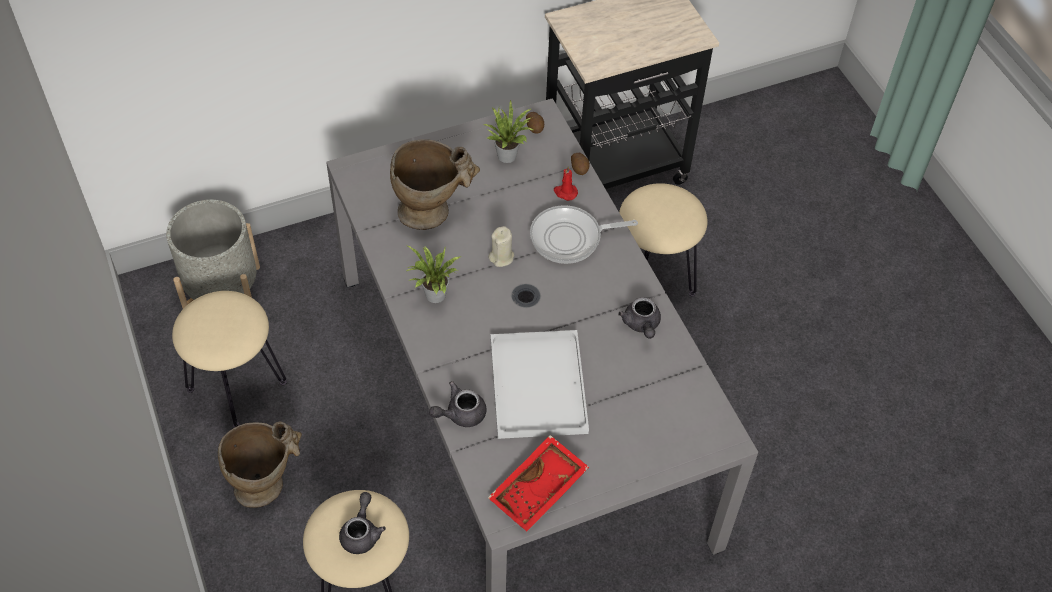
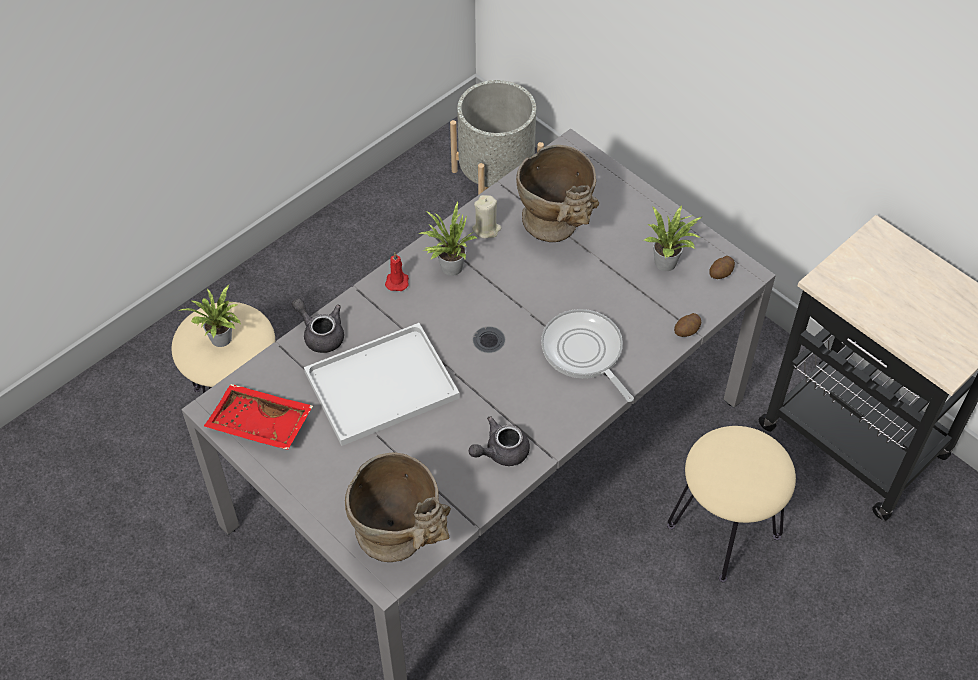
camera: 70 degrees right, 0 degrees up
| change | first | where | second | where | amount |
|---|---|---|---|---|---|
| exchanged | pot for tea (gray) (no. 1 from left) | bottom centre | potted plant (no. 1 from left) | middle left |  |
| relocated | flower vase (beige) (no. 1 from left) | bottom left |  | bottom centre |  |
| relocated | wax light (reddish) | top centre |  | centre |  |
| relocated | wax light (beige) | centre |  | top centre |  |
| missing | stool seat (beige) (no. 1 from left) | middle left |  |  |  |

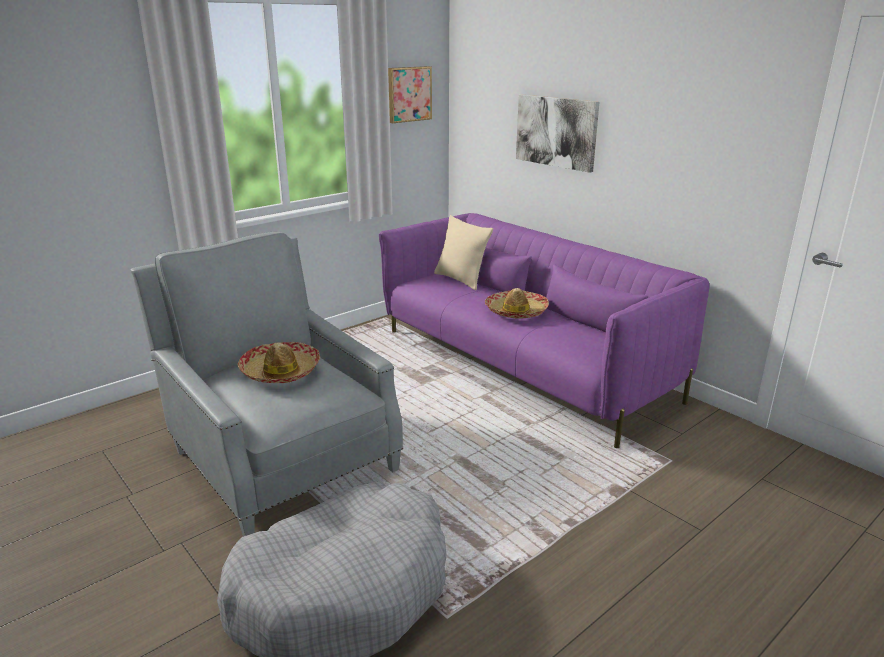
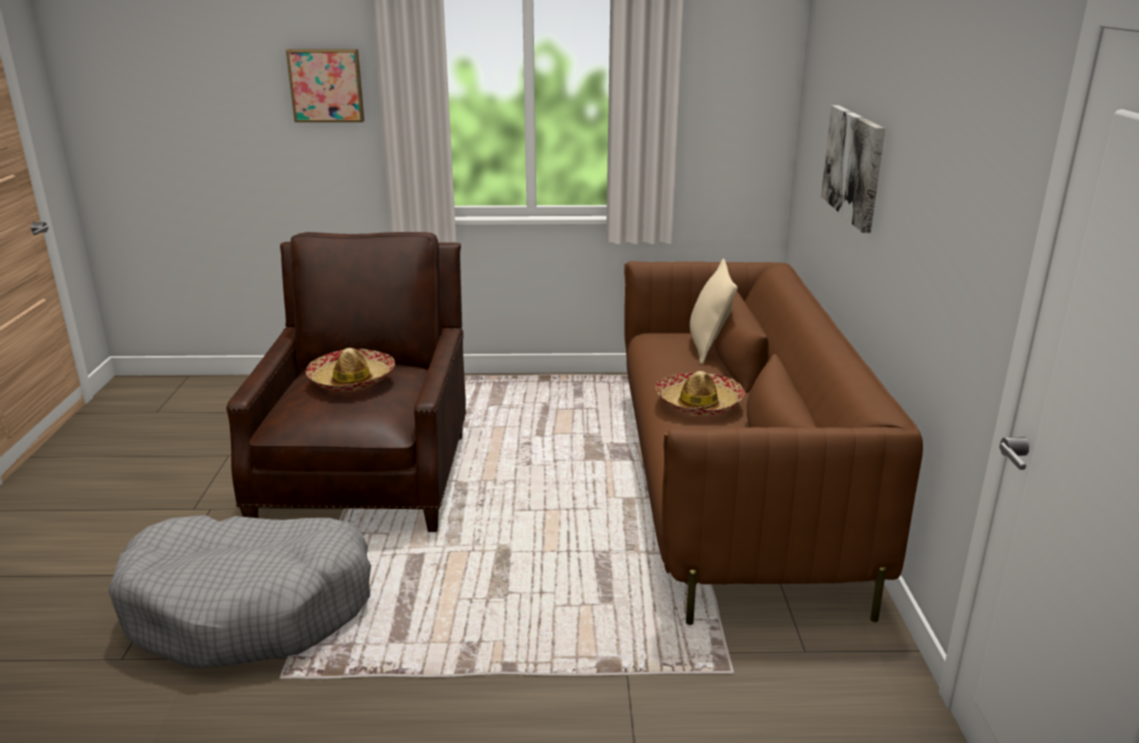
camera: 40 degrees right, 0 degrees up
| change | first | where | second | where | amount |
|---|---|---|---|---|---|
| colour | easy chair (gray) | middle left | easy chair (brownish) | middle left |  |
| relocated | wall picture (no. 1 from left) | top centre |  | top left |  |
| colour | settee (purplish) | centre | settee (brownish) | middle right |  |

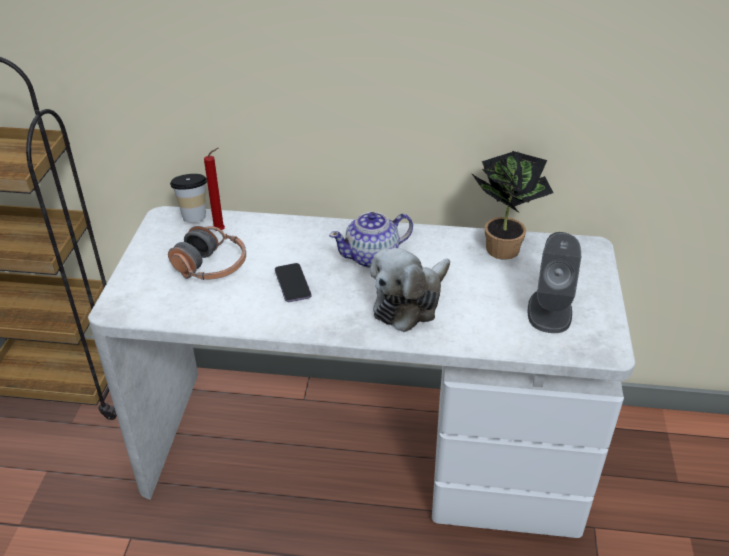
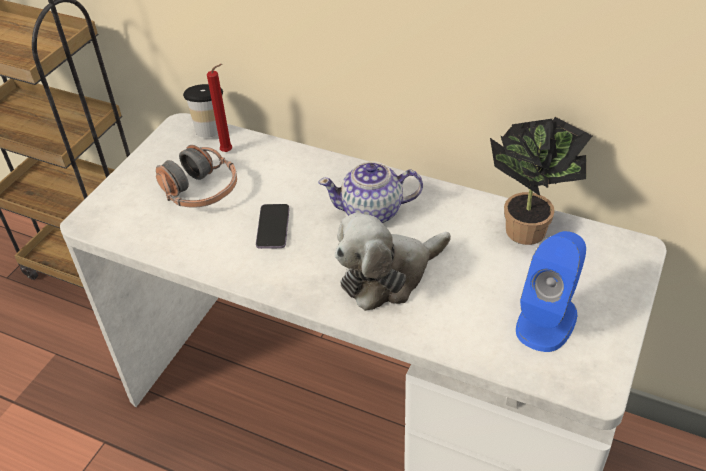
camera: 20 degrees right, 5 degrees up
| change | first | where | second | where | amount |
|---|---|---|---|---|---|
| colour | speaker (gray) | middle right | speaker (blue) | middle right |  |

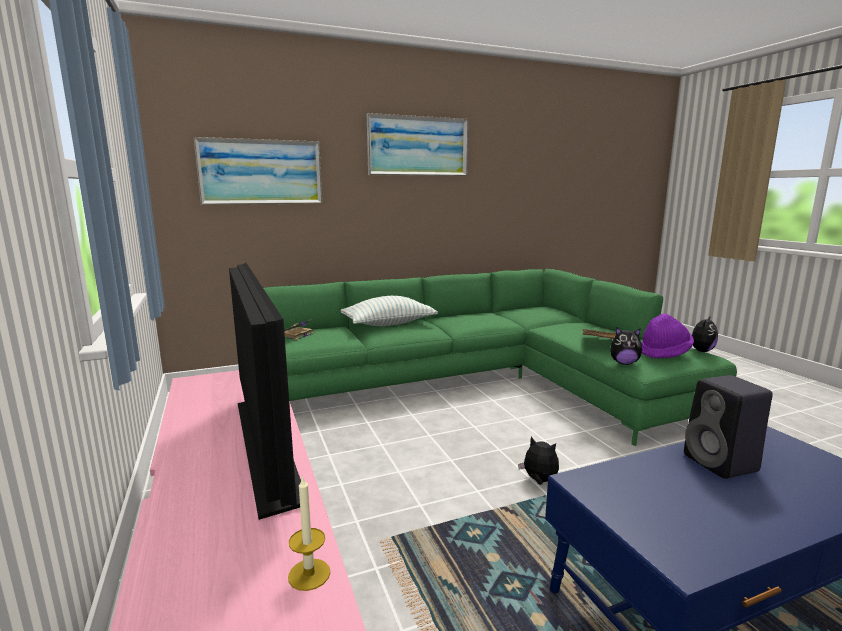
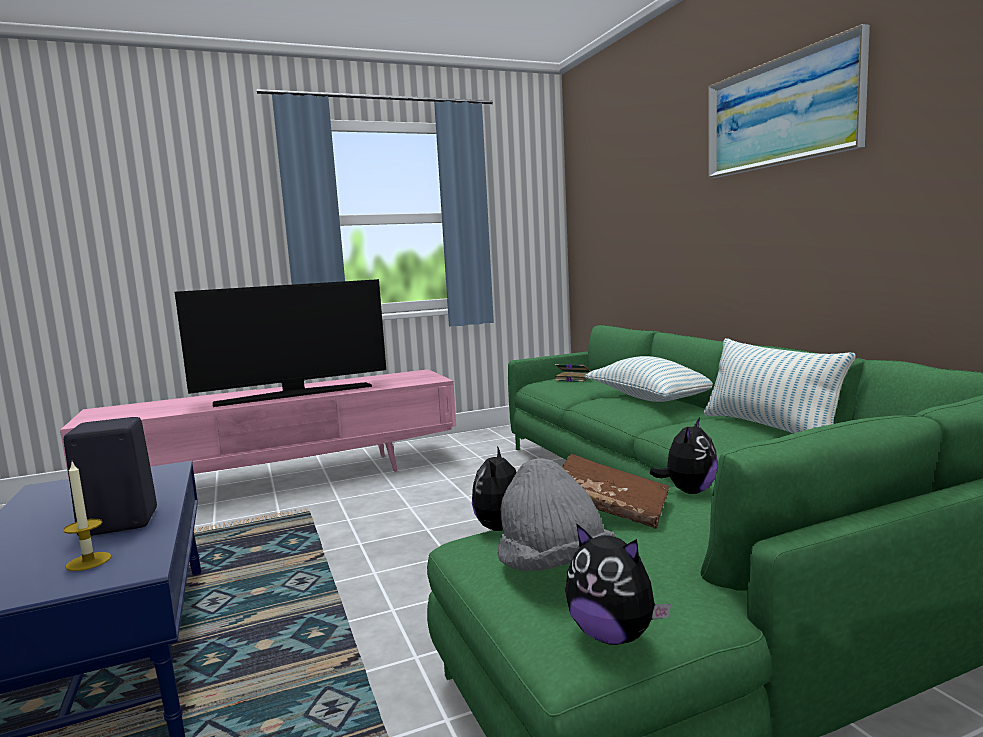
camera: 90 degrees right, 5 degrees down
| change | first | where | second | where | amount |
|---|---|---|---|---|---|
| relocated | wax light | bottom centre |  | bottom left |  |
| colour | hat (purplish) | middle right | hat (gray) | bottom centre |  |
| relocated | plush toy (no. 1 from left in the first image) | bottom centre | plush toy (no. 3 from left) | middle right |  |
| appeared |  |  | cushion (no. 2 from left) | middle right |  |
| missing | wall picture (no. 1 from left) | top left |  |  |  |

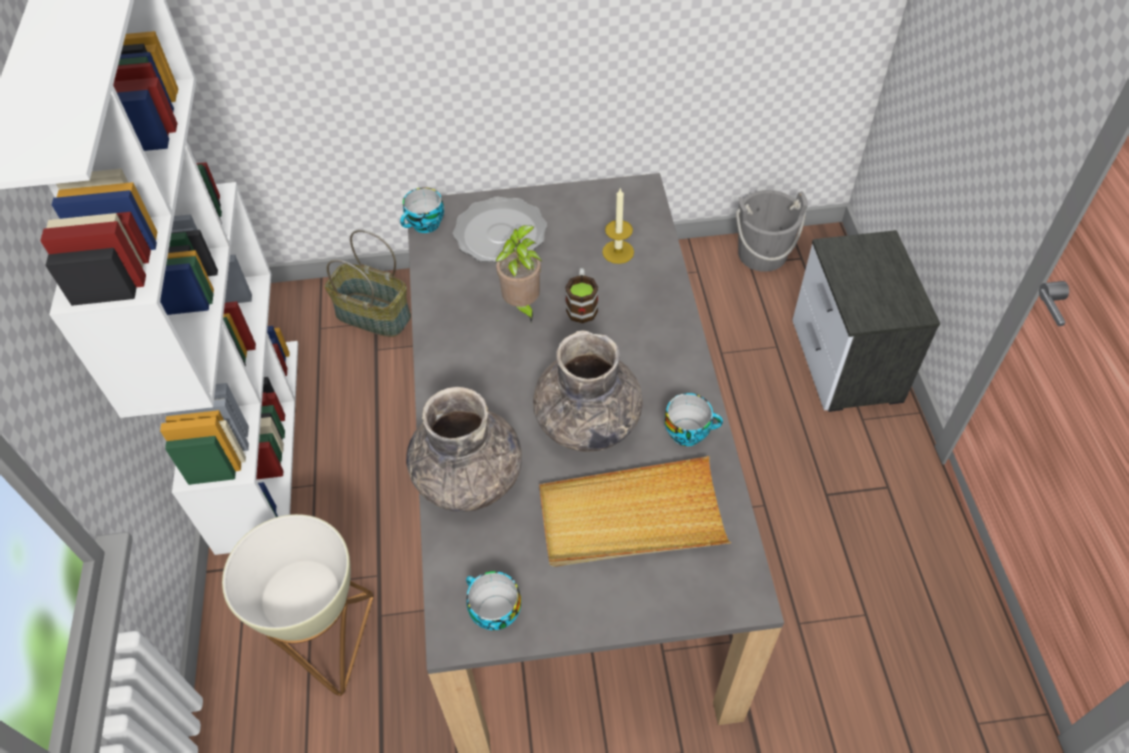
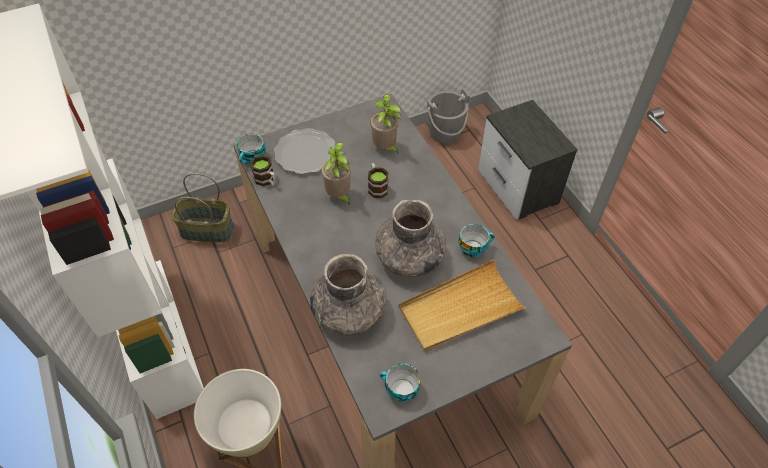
camera: 20 degrees left, 0 degrees up
| change | first | where | second | where | amount |
|---|---|---|---|---|---|
| appeared |  |  | coffee mug (no. 1 from left) | centre |  |
| exchanged | wax light | top centre | potted plant (no. 2 from left) | top centre |  |

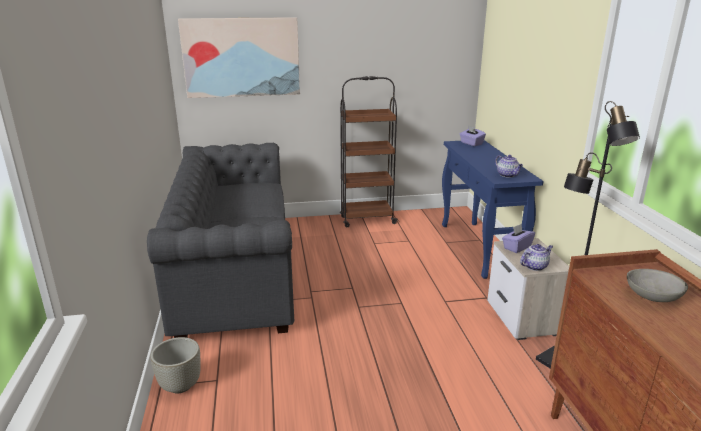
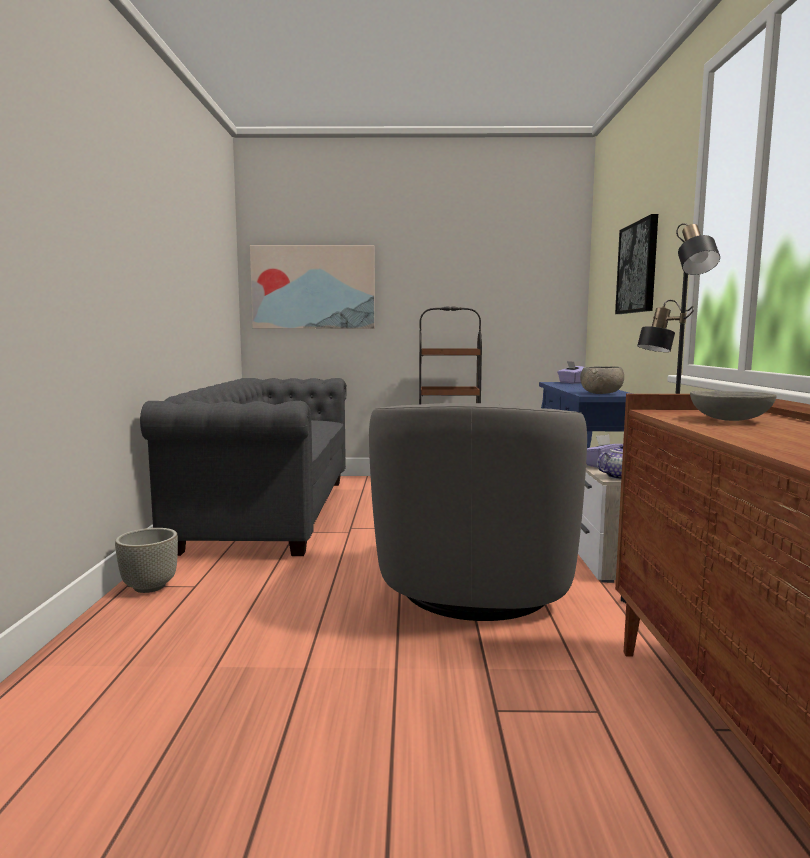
camera: 10 degrees right, 15 degrees down
| change | first | where | second | where | amount |
|---|---|---|---|---|---|
| appeared |  |  | easy chair (gray) | centre |  |
| exchanged | pot for tea (no. 1 from left) | middle right | serving bowl (gray) (no. 1 from left) | middle right |  |
| appeared |  |  | wall picture (no. 2 from left) | top right |  |

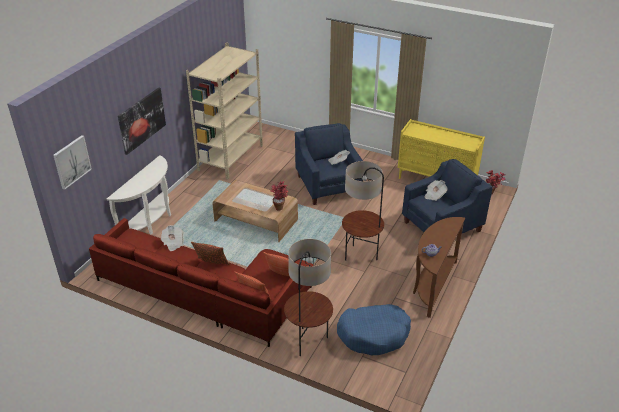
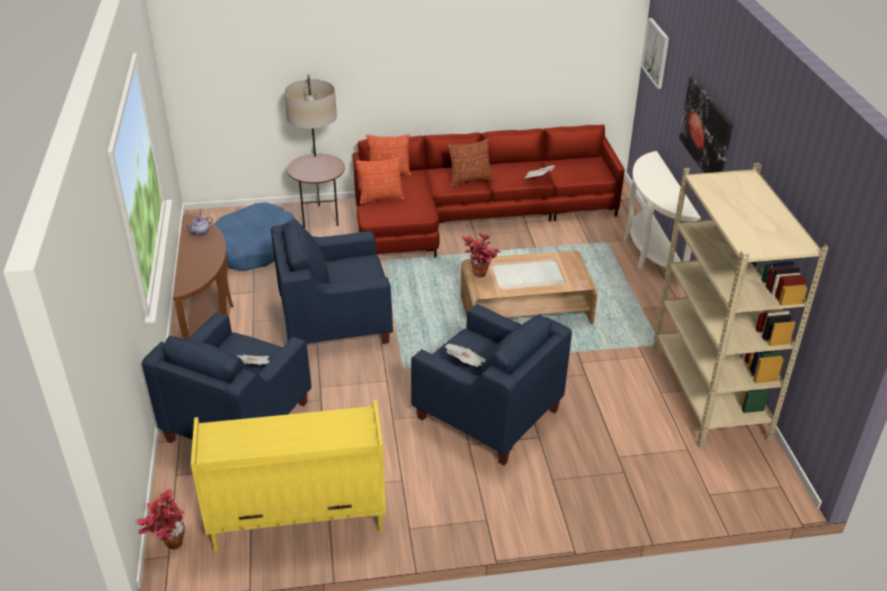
camera: 145 degrees right, 0 degrees up
| change | first | where | second | where | amount |
|---|---|---|---|---|---|
| exchanged | floor lamp (no. 2 from left) | centre | easy chair (blue) (no. 2 from left) | centre |  |

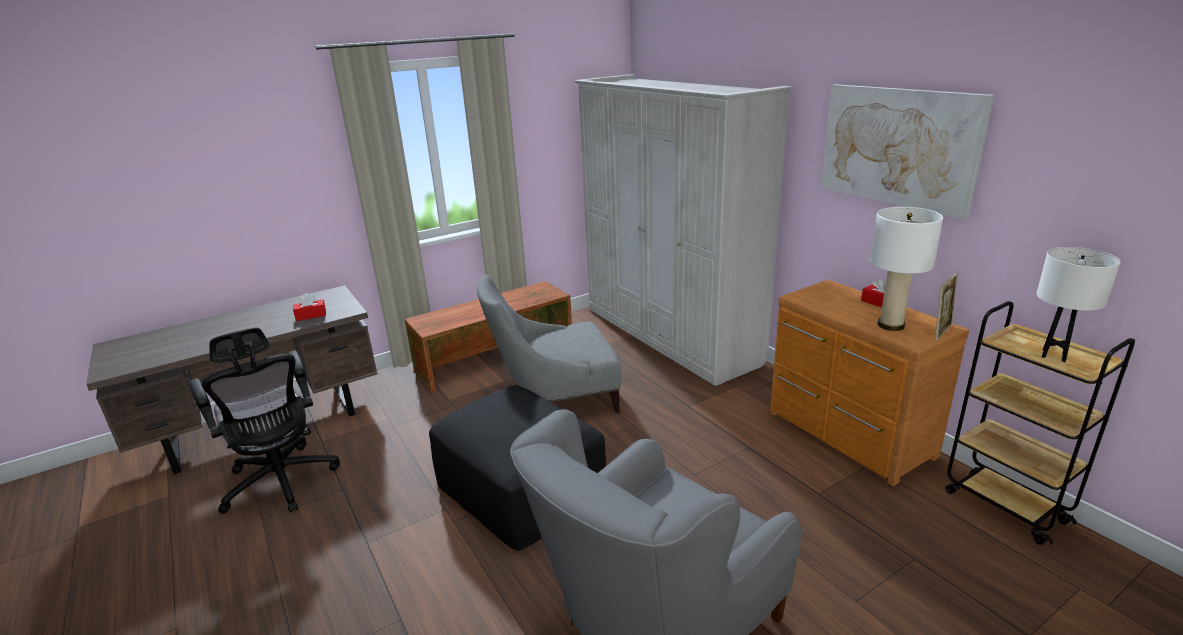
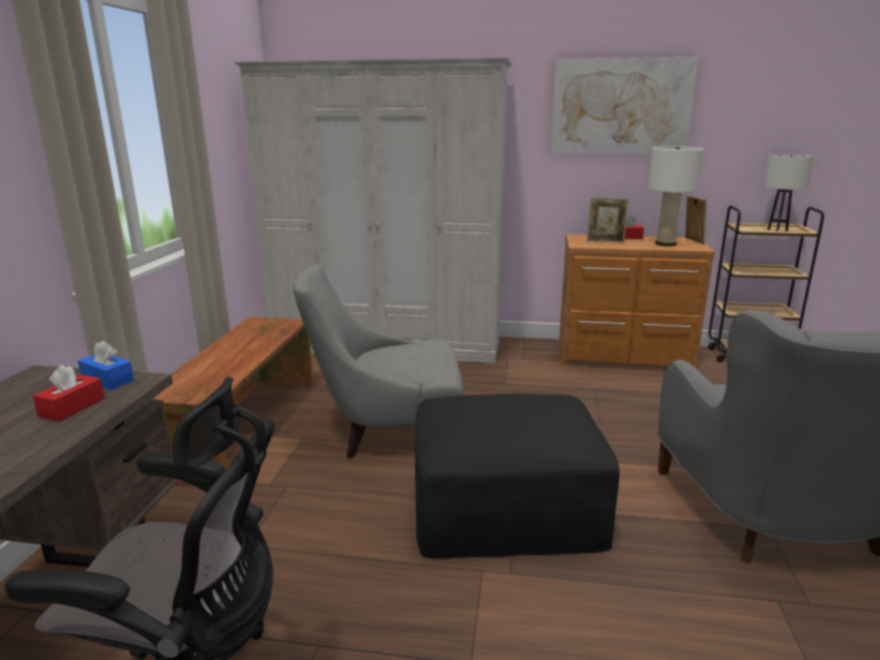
camera: 50 degrees left, 5 degrees down
| change | first | where | second | where | amount |
|---|---|---|---|---|---|
| appeared |  |  | tissue box (blue) | middle left |  |
| spun | easy chair (gray) (no. 1 from left) | centre |  | centre | 60 degrees clockwise |
| appeared |  |  | photo frame (no. 1 from left) | middle right |  |

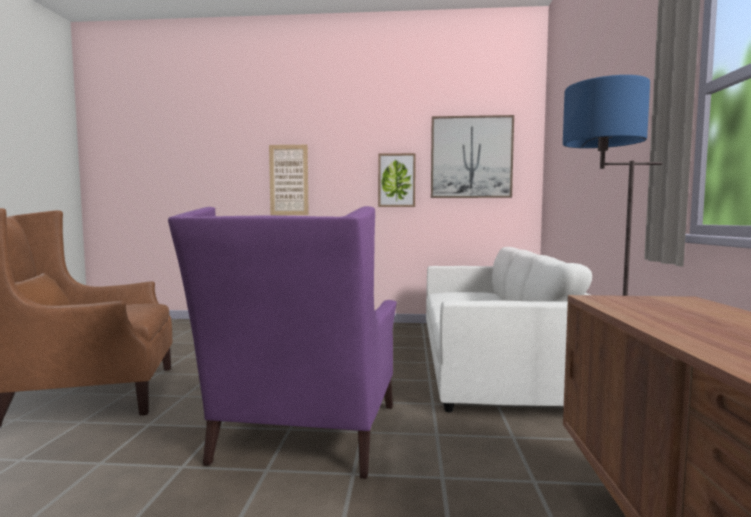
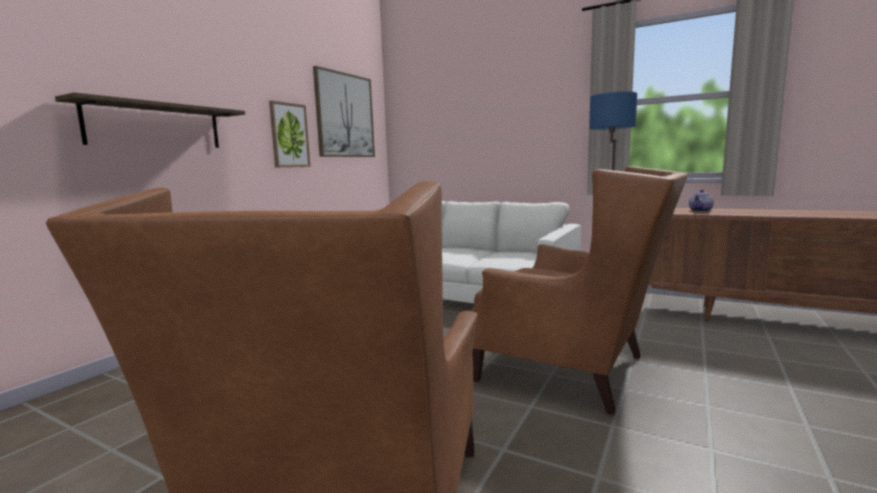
camera: 65 degrees left, 5 degrees up
| change | first | where | second | where | amount |
|---|---|---|---|---|---|
| exchanged | wall picture (no. 1 from left) | centre | shelf | top left |  |
| colour | easy chair (purplish) | centre | easy chair (brownish) (no. 2 from left) | centre |  |
| appeared |  |  | pot for tea | middle right |  |

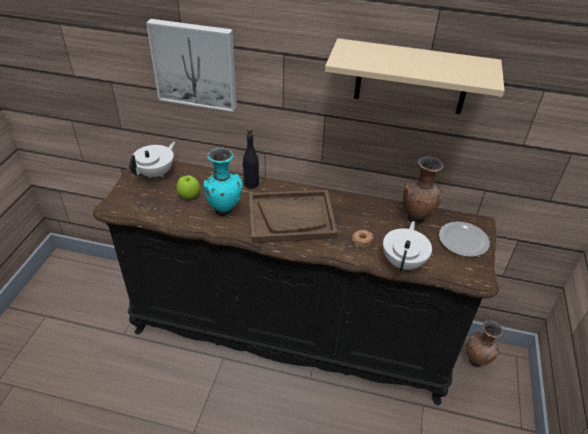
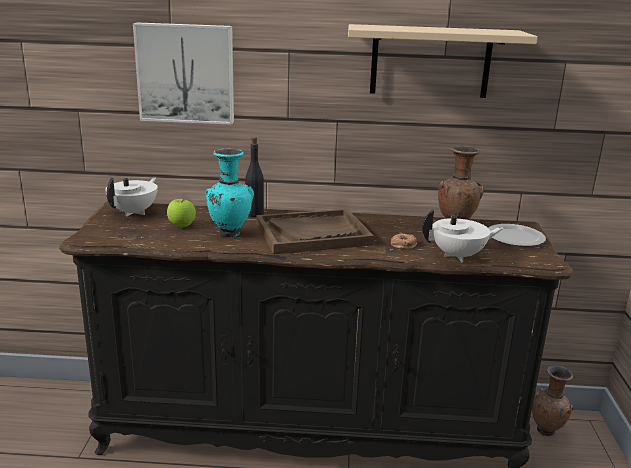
camera: 10 degrees left, 20 degrees down
| change | first | where | second | where | amount |
|---|---|---|---|---|---|
| spun | pot for tea (whitish) (no. 2 from left) | middle right |  | middle right | 75 degrees clockwise |

